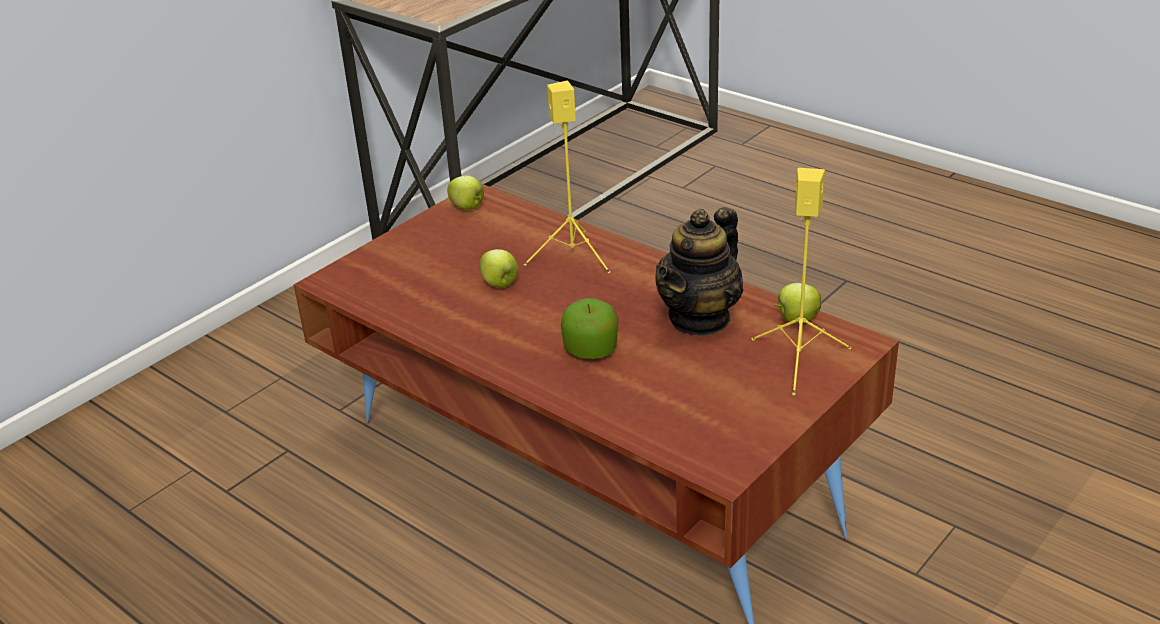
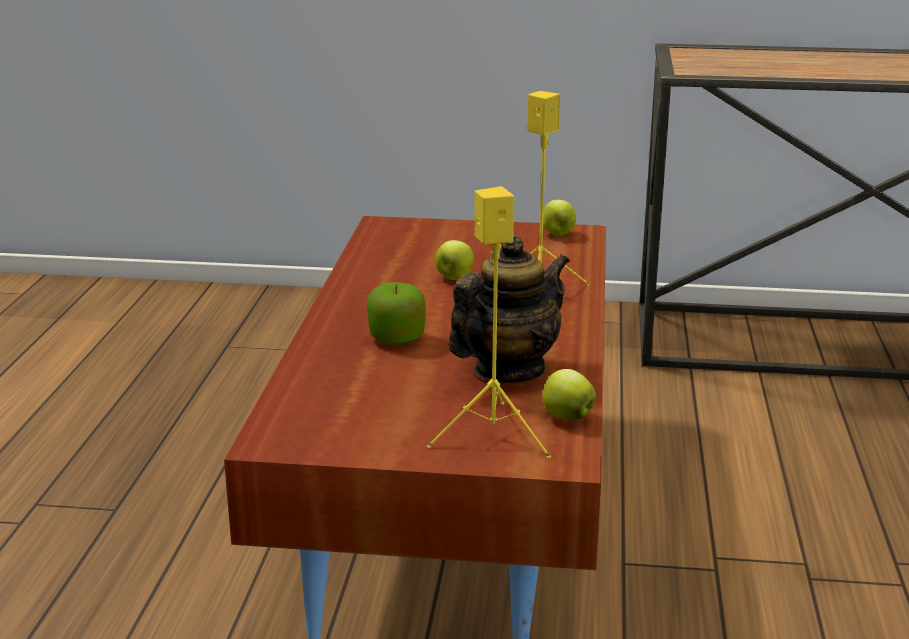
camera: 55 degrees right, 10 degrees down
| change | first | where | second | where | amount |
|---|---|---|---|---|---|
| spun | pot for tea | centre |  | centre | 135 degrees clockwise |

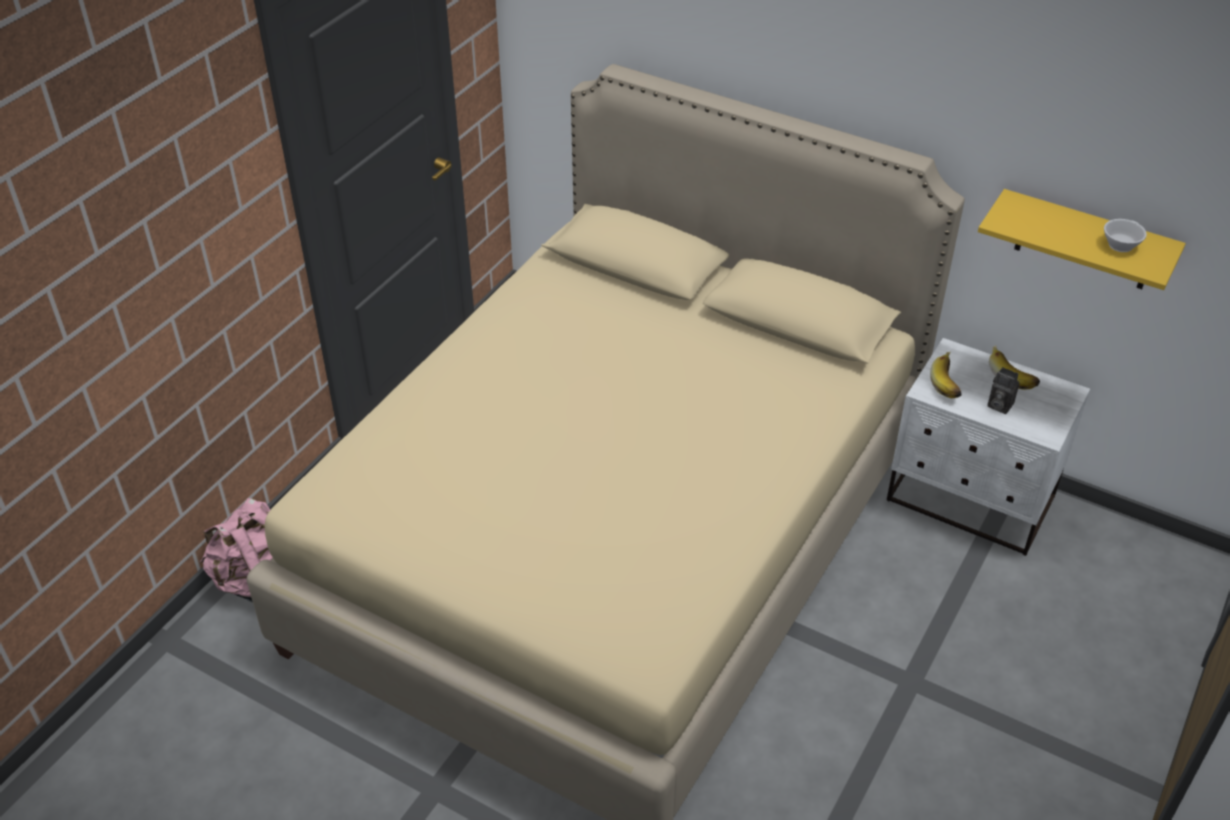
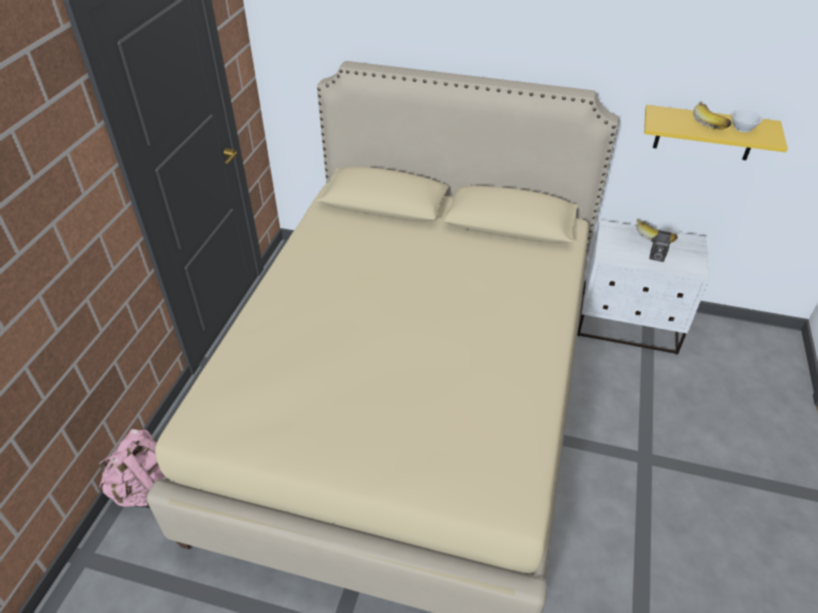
camera: 15 degrees left, 0 degrees up
| change | first | where | second | where | amount |
|---|---|---|---|---|---|
| relocated | banana (no. 1 from left in the first image) | middle right | banana (no. 2 from left) | top right |  |

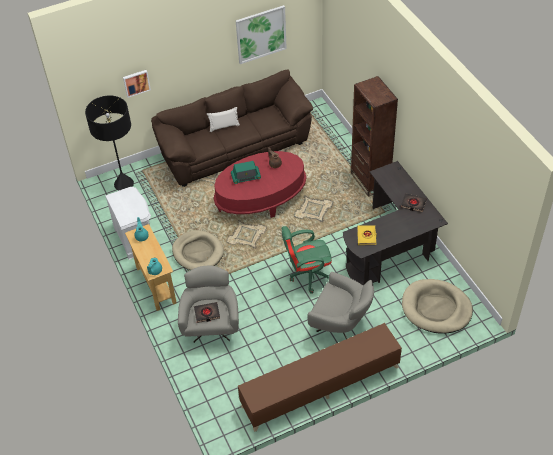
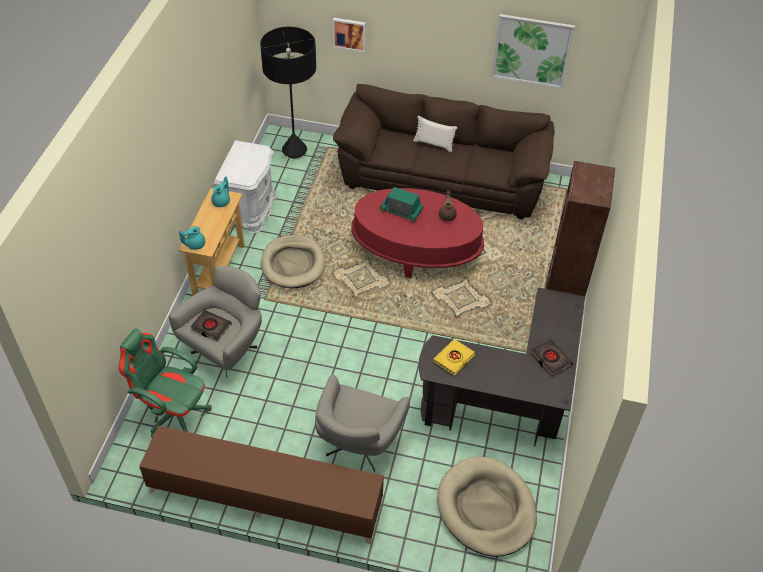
camera: 35 degrees right, 0 degrees up
| change | first | where | second | where | amount |
|---|---|---|---|---|---|
| relocated | computer chair (greenish) | centre |  | bottom left |  |
| spun | easy chair (gray) (no. 2 from left) | bottom centre |  | bottom centre | 45 degrees clockwise |

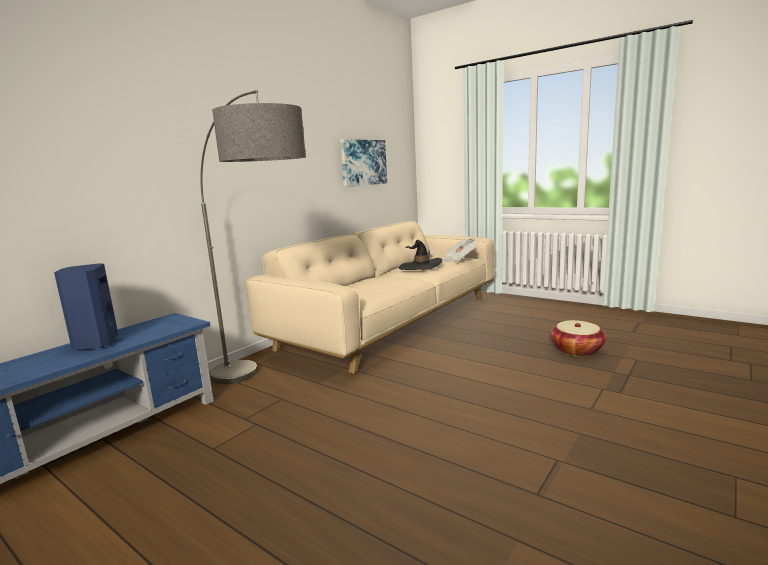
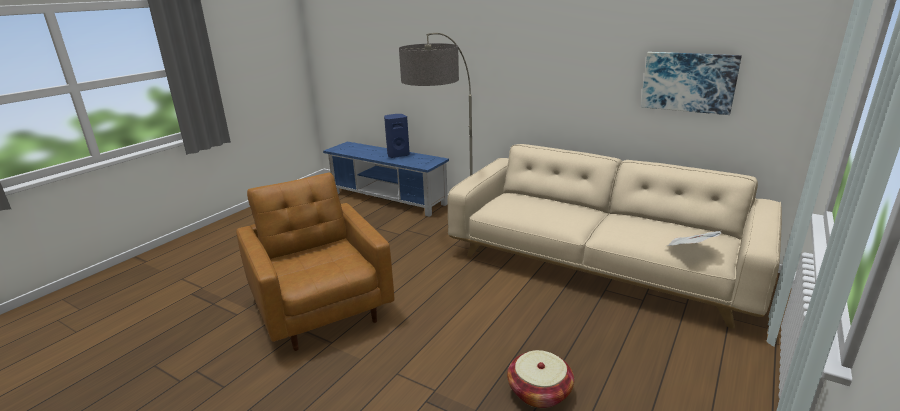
camera: 85 degrees right, 10 degrees up
| change | first | where | second | where | amount |
|---|---|---|---|---|---|
| appeared |  |  | easy chair (brownish) | centre |  |
| missing | hat (black) | centre |  |  |  |

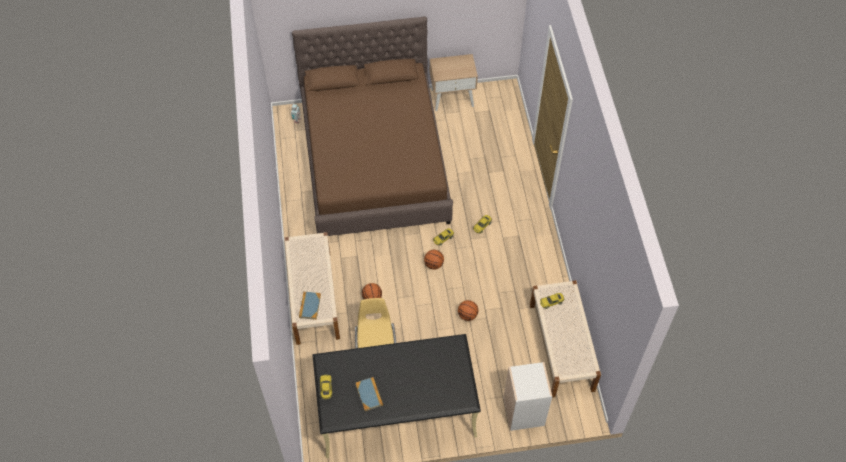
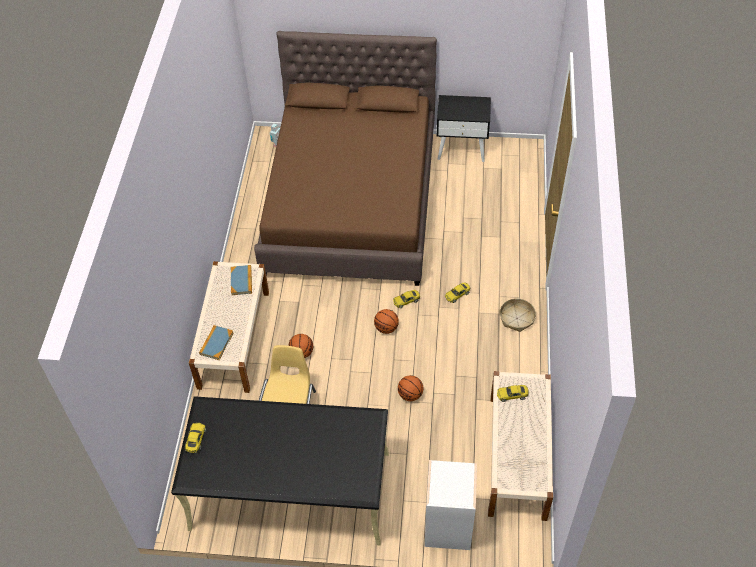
camera: 15 degrees right, 5 degrees down
| change | first | where | second | where | amount |
|---|---|---|---|---|---|
| relocated | volume (no. 2 from left) | bottom centre |  | middle left |  |
| colour | night table (beige) | top centre | night table (black) | top centre |  |
| appeared |  |  | storage basket | middle right |  |

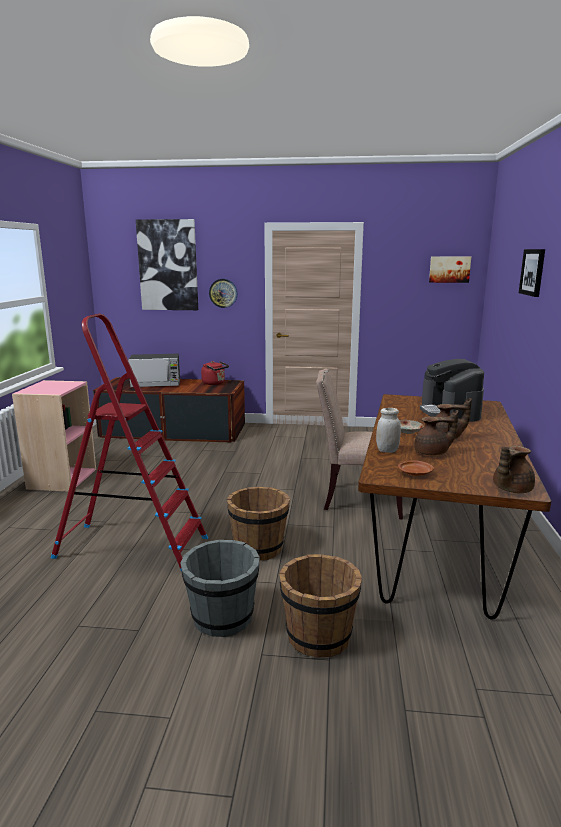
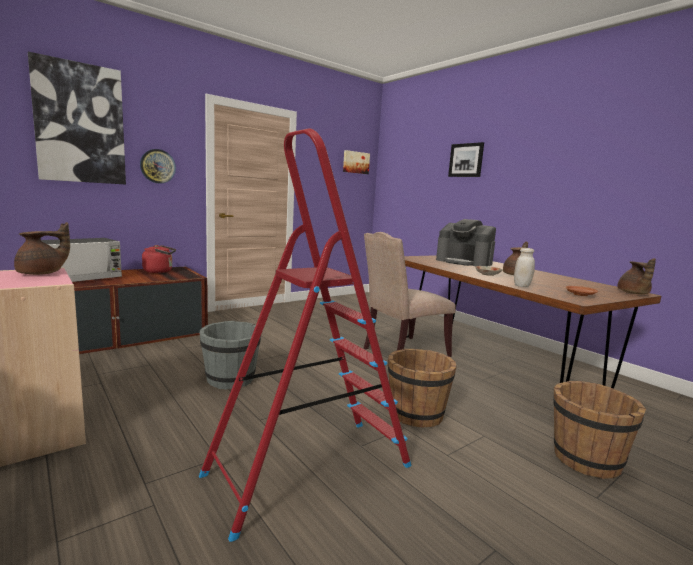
camera: 45 degrees left, 5 degrees down
| change | first | where | second | where | amount |
|---|---|---|---|---|---|
| relocated | pot for tea (brownish) (no. 1 from left) | middle right |  | middle left |  |
| relocated | bucket (gray) | bottom centre |  | middle left |  |

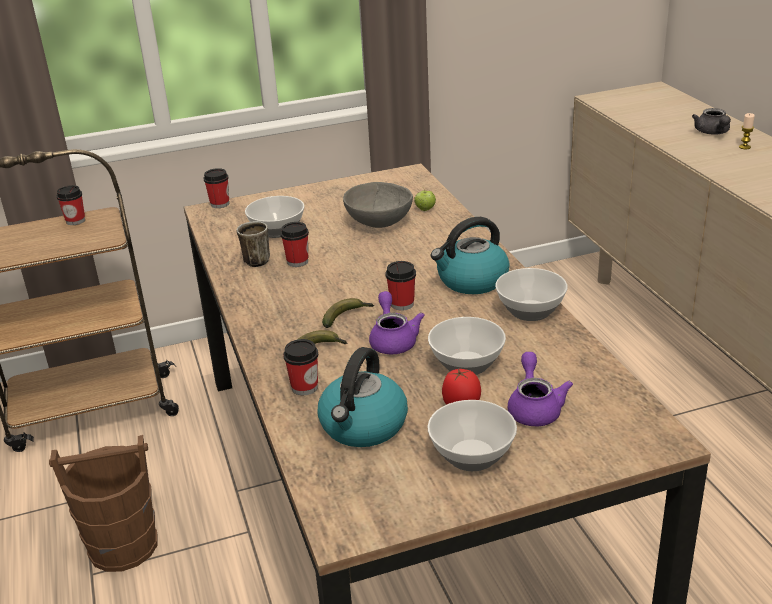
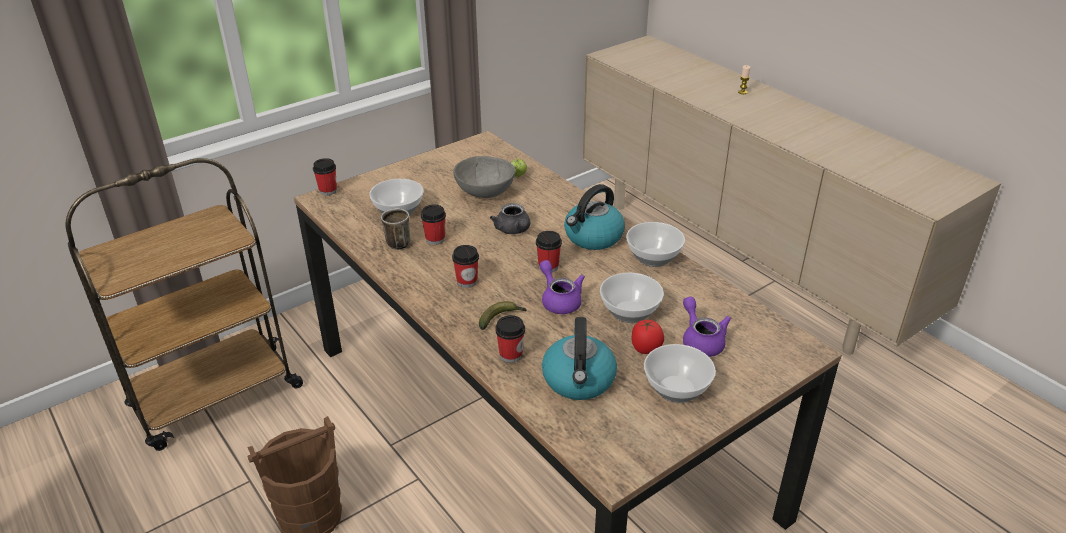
camera: 20 degrees left, 5 degrees up
| change | first | where | second | where | amount |
|---|---|---|---|---|---|
| relocated | small cup (no. 1 from left in the first image) | middle left | small cup (no. 3 from left) | centre |  |
| relocated | pot for tea (gray) | top right |  | centre |  |
| missing | banana (no. 2 from left) | centre |  |  |  |

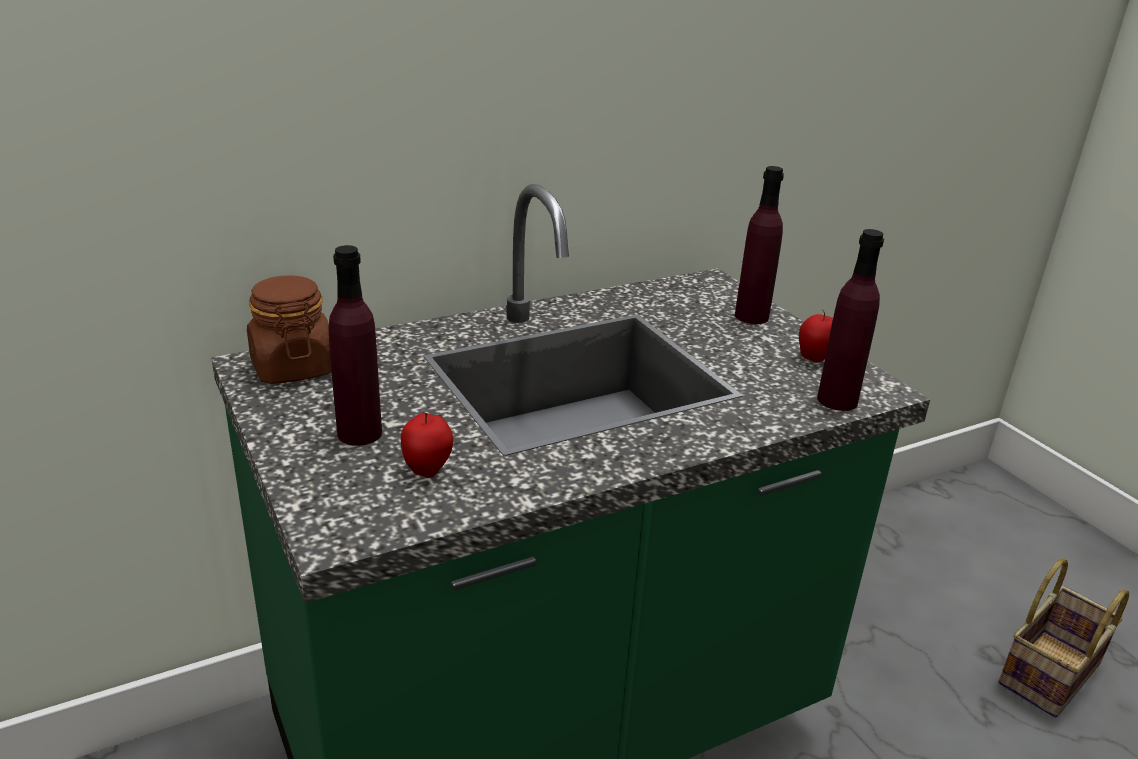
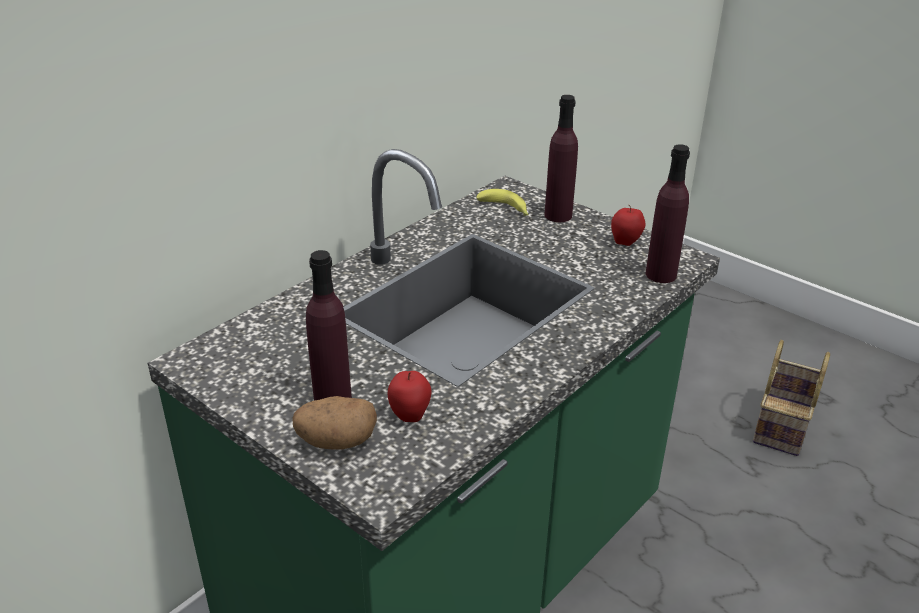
camera: 20 degrees left, 5 degrees up
| change | first | where | second | where | amount |
|---|---|---|---|---|---|
| appeared |  |  | spud | bottom centre |  |
| appeared |  |  | banana | top centre |  |
| missing | storage jar (brownish) | middle left |  |  |  |

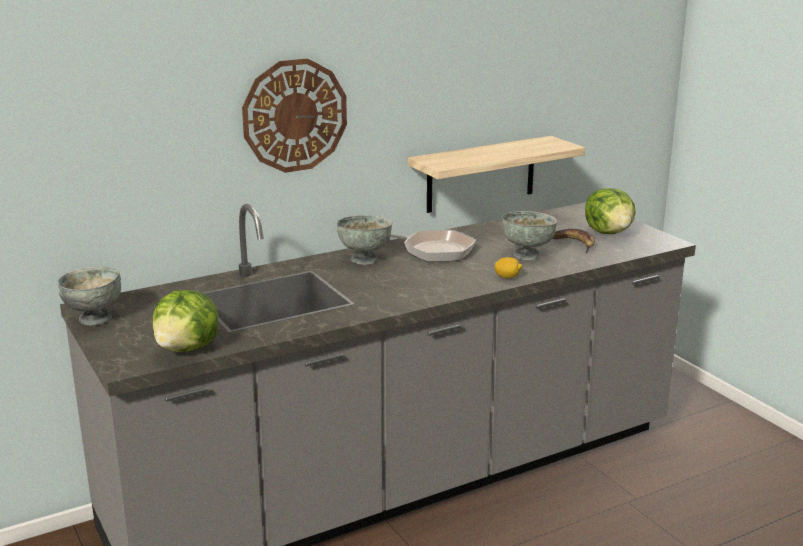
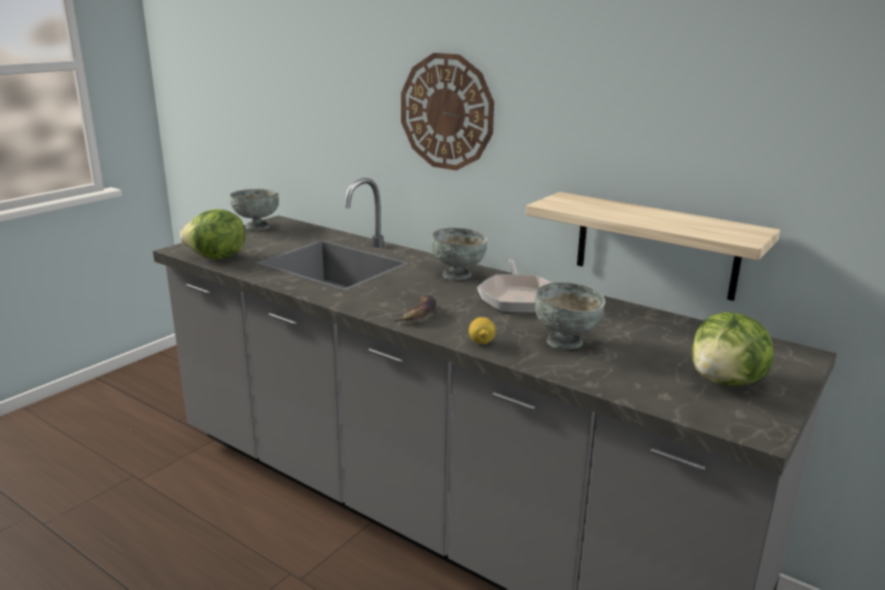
camera: 65 degrees right, 0 degrees up
| change | first | where | second | where | amount |
|---|---|---|---|---|---|
| relocated | banana | middle right |  | centre |  |

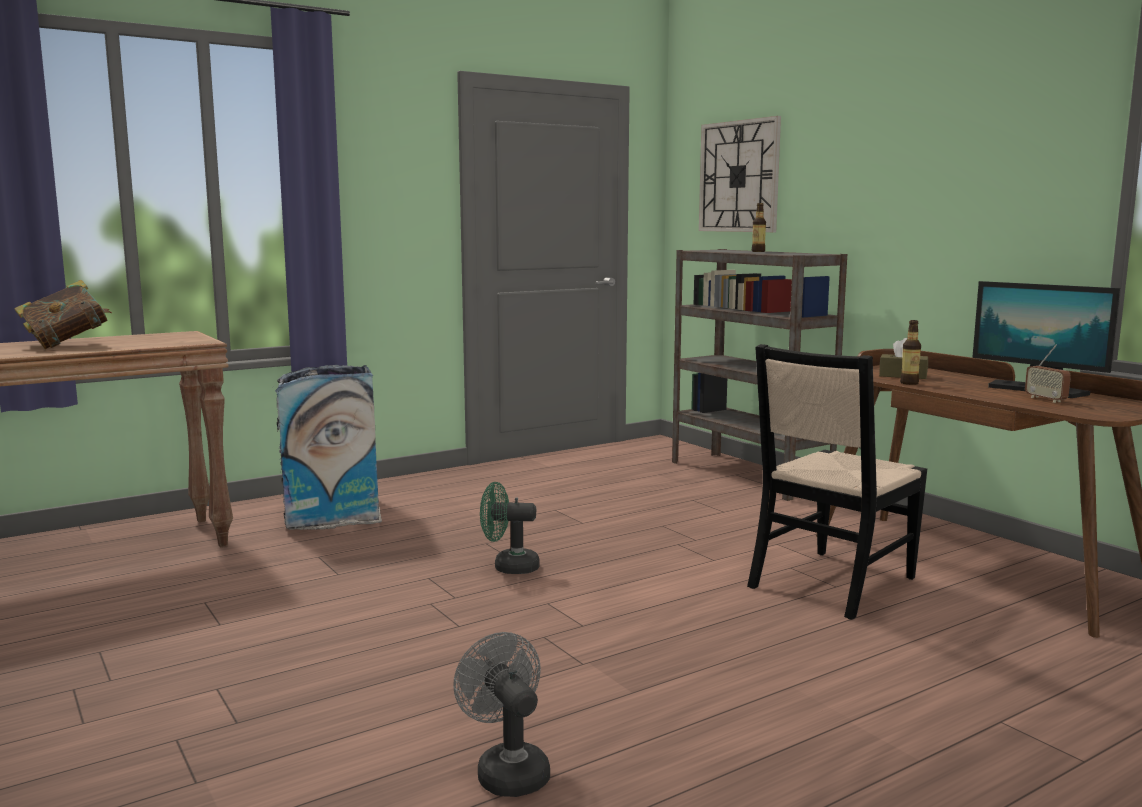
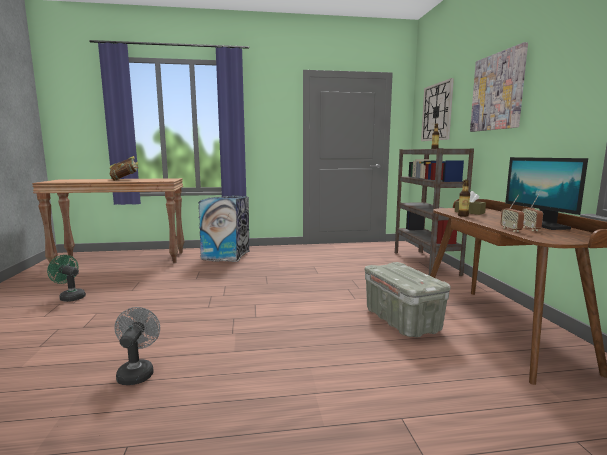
camera: 25 degrees right, 0 degrees up
| change | first | where | second | where | amount |
|---|---|---|---|---|---|
| relocated | fan (greenish) | centre |  | middle left |  |
| exchanged | upright chair | middle right | storage box (gray) | middle right |  |
| appeared |  |  | wall picture | top right |  |
| appeared |  |  | radio set (no. 1 from left) | middle right |  |

